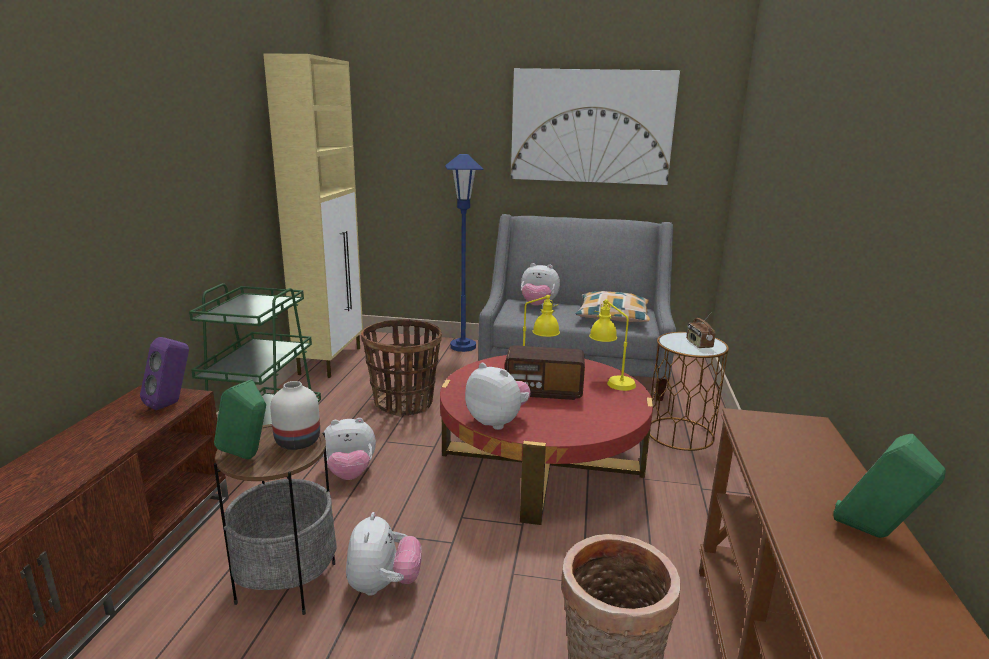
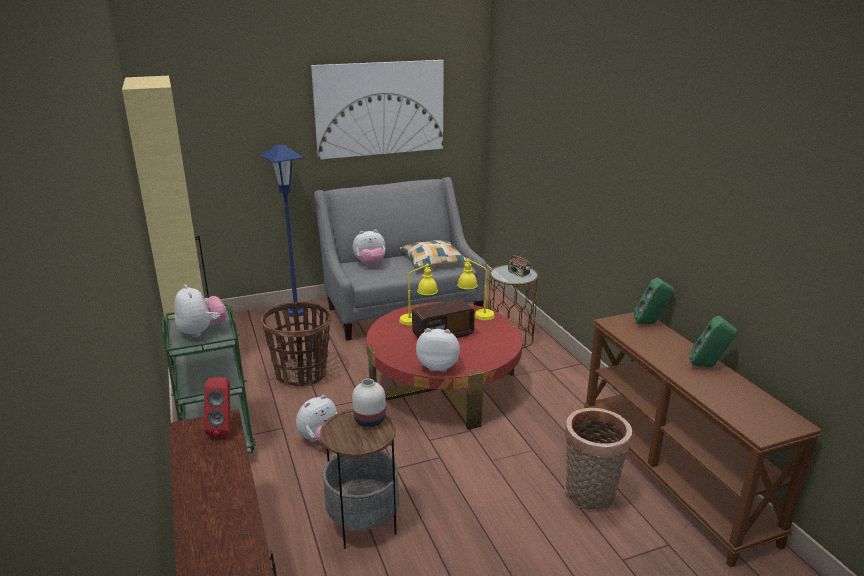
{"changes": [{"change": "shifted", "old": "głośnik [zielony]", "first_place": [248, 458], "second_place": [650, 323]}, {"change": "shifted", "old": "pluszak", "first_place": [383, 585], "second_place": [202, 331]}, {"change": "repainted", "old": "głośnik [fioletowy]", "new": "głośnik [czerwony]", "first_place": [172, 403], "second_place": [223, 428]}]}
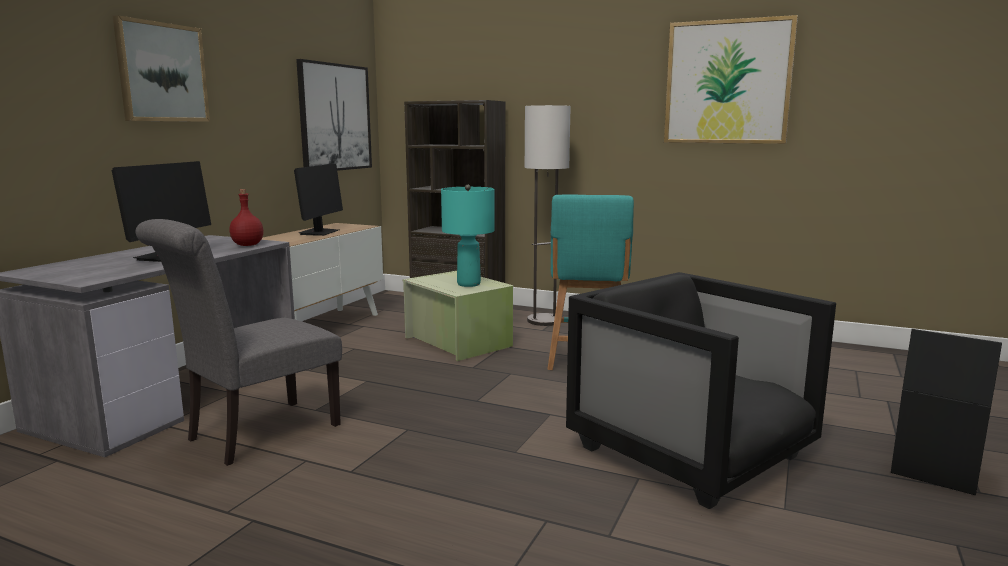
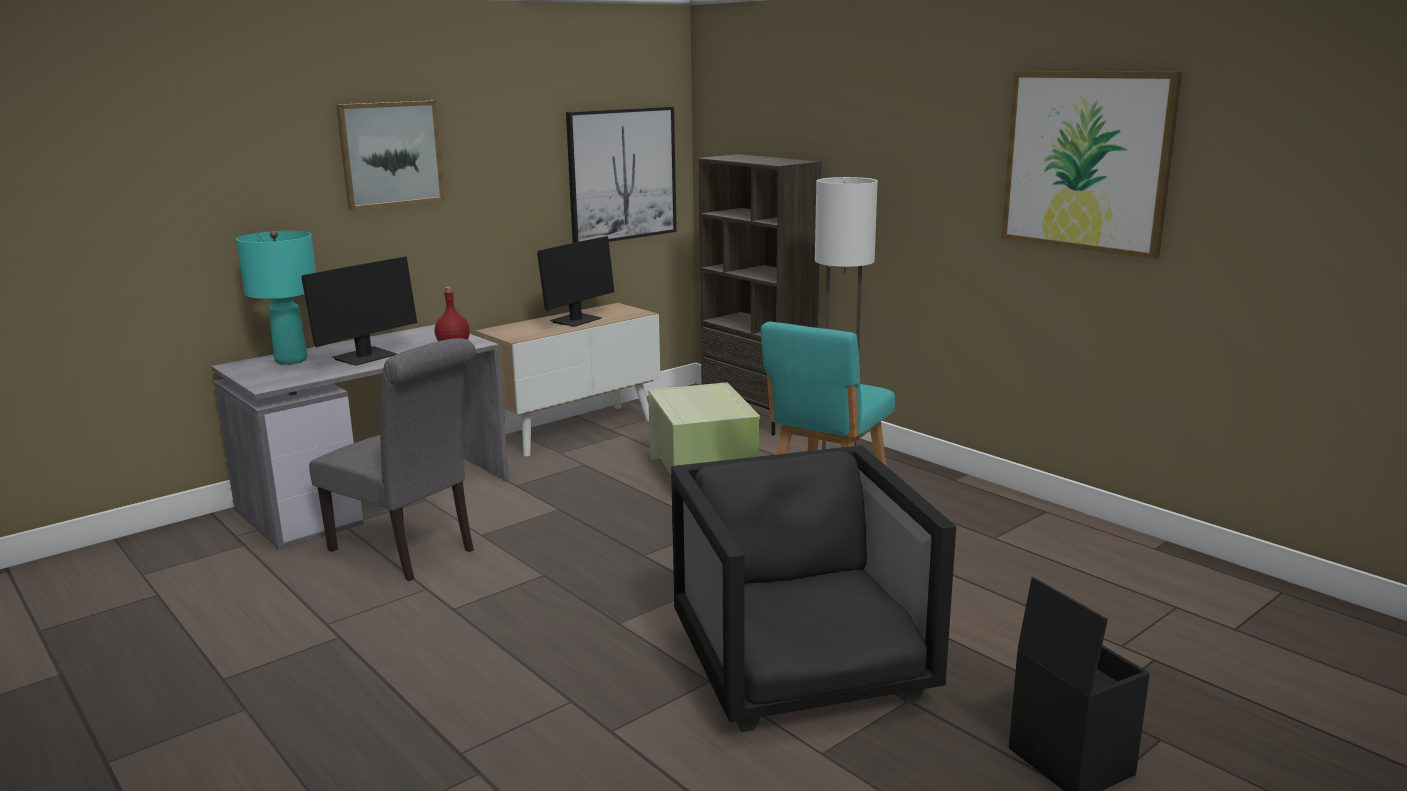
{"changes": [{"change": "shifted", "old": "lampa stołowa [turkusowy]", "first_place": [469, 284], "second_place": [291, 360]}, {"change": "rotated", "old": "krzesło [szary]", "first_place": [255, 434], "second_place": [408, 551], "degrees": -120}]}
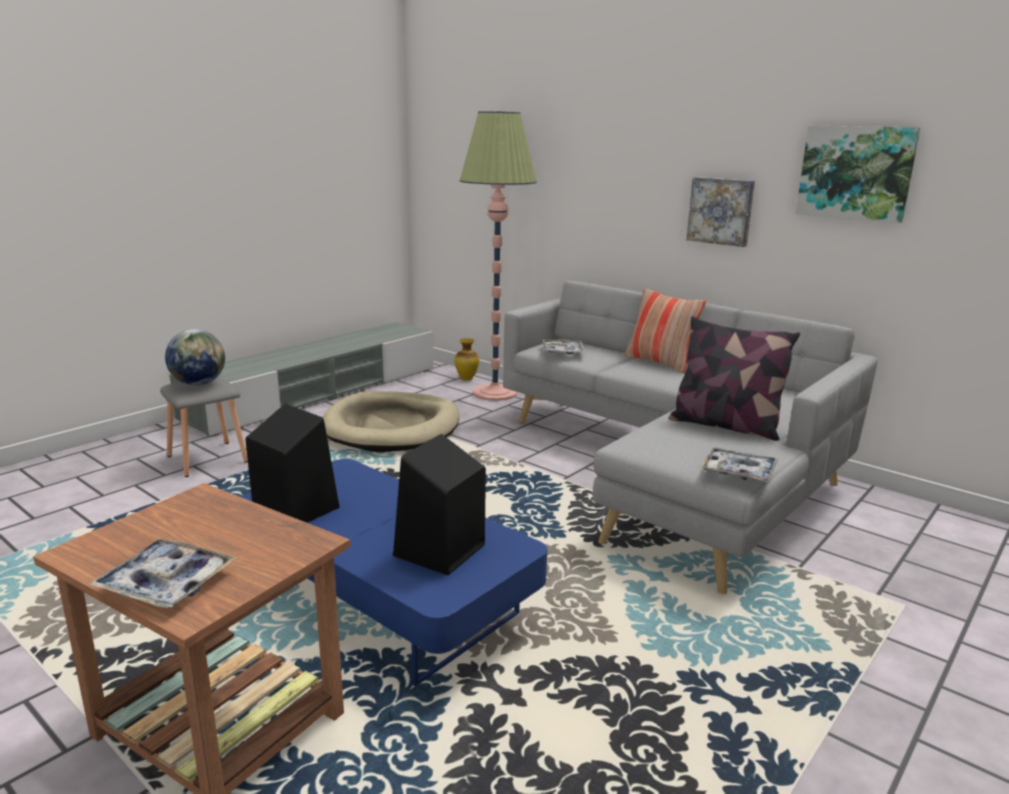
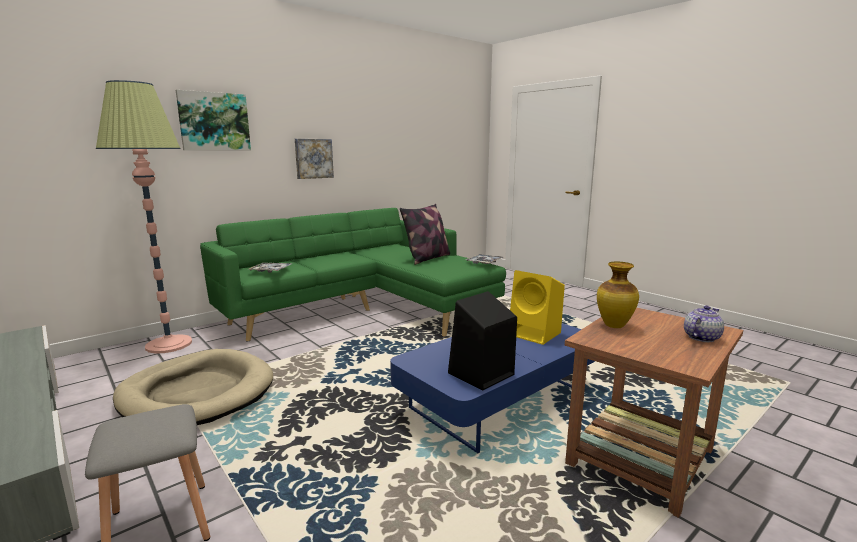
{"changes": [{"change": "gone", "old": "globus", "first_place": [199, 384]}, {"change": "gone", "old": "poduszka", "first_place": [660, 362]}, {"change": "shifted", "old": "wazon", "first_place": [466, 379], "second_place": [614, 326]}, {"change": "shifted", "old": "obraz", "first_place": [855, 173], "second_place": [214, 121]}, {"change": "swapped", "old": "taca", "new": "imbryk", "first_place": [166, 583], "second_place": [701, 337]}, {"change": "repainted", "old": "głośnik [czarny]", "new": "głośnik [żółty]", "first_place": [438, 551], "second_place": [535, 334]}, {"change": "repainted", "old": "kanapa [szary]", "new": "kanapa [zielony]", "first_place": [673, 472], "second_place": [368, 310]}]}
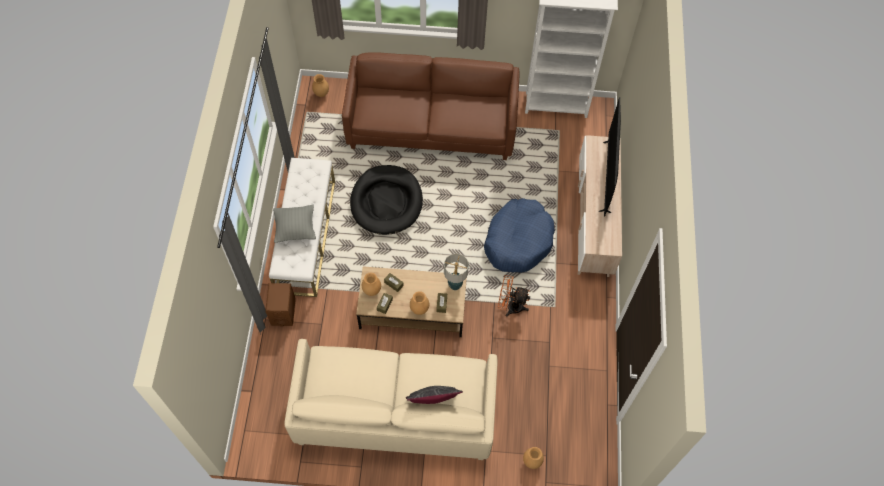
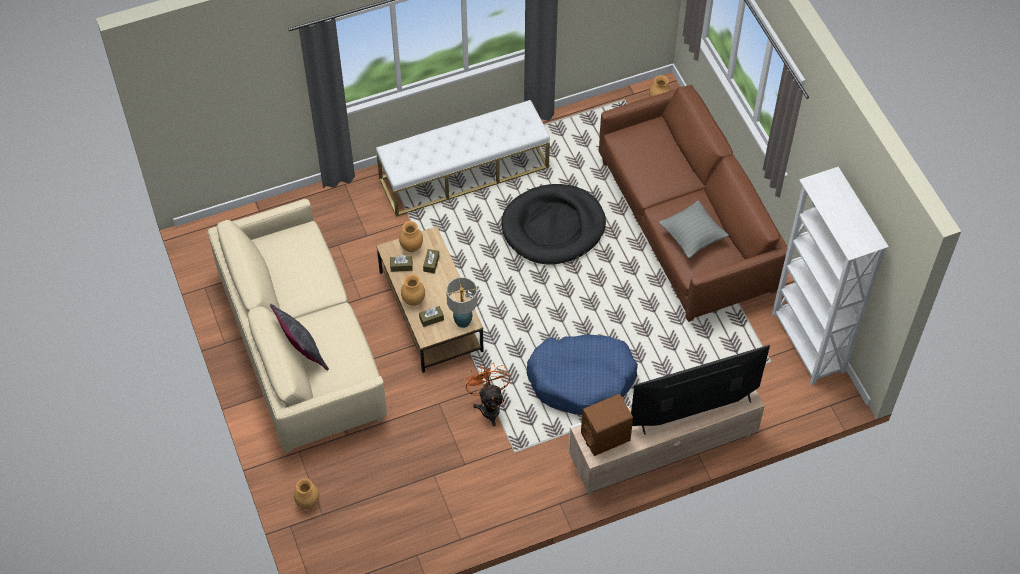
{"changes": [{"change": "shifted", "old": "głośnik [brązowy]", "first_place": [283, 312], "second_place": [605, 437]}, {"change": "shifted", "old": "poduszka [szary]", "first_place": [295, 229], "second_place": [692, 237]}]}
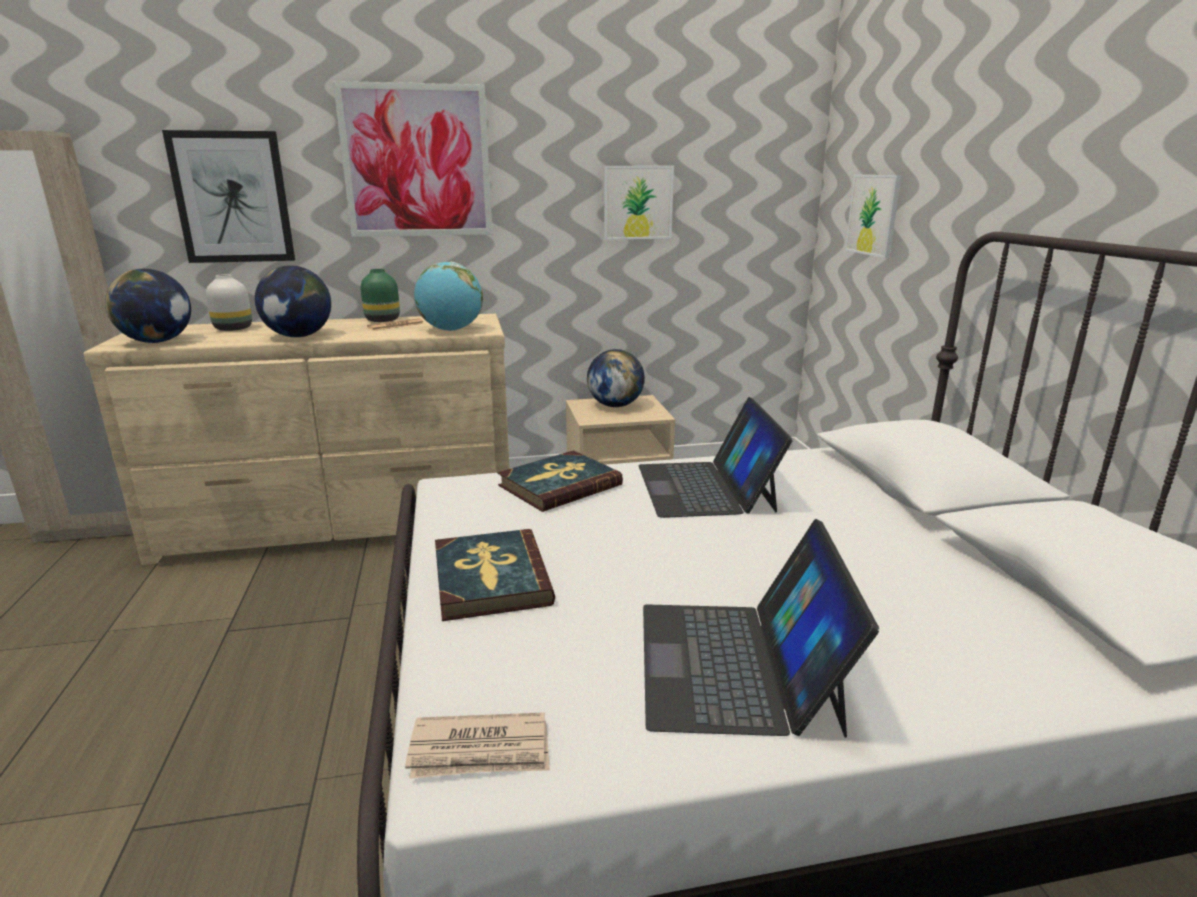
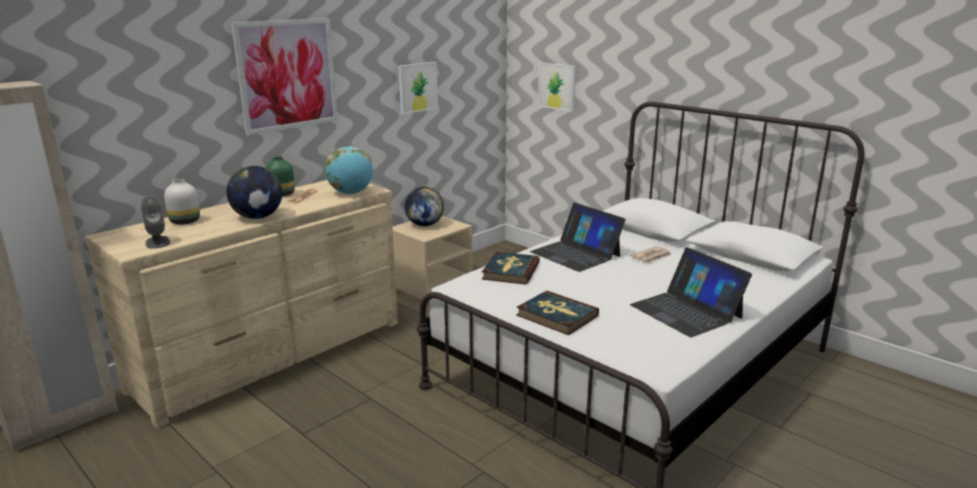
{"changes": [{"change": "gone", "old": "obraz", "first_place": [232, 198]}, {"change": "shifted", "old": "gazeta", "first_place": [481, 751], "second_place": [652, 257]}, {"change": "swapped", "old": "globus", "new": "głośnik [szary]", "first_place": [157, 341], "second_place": [157, 242]}]}
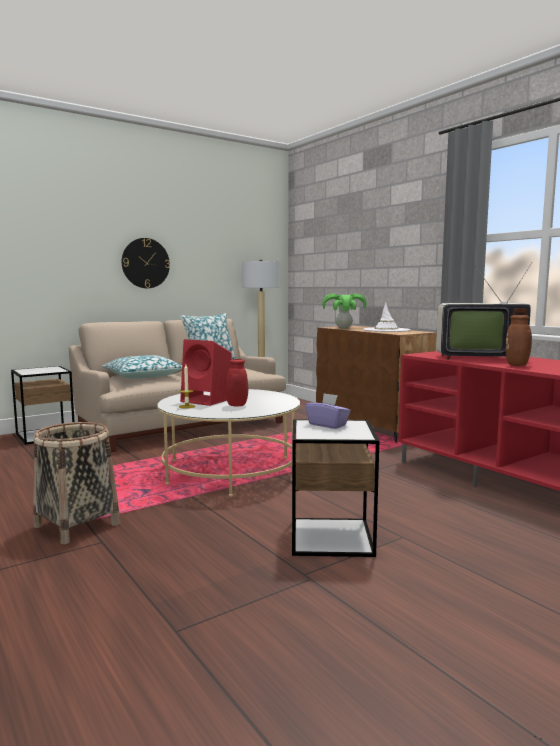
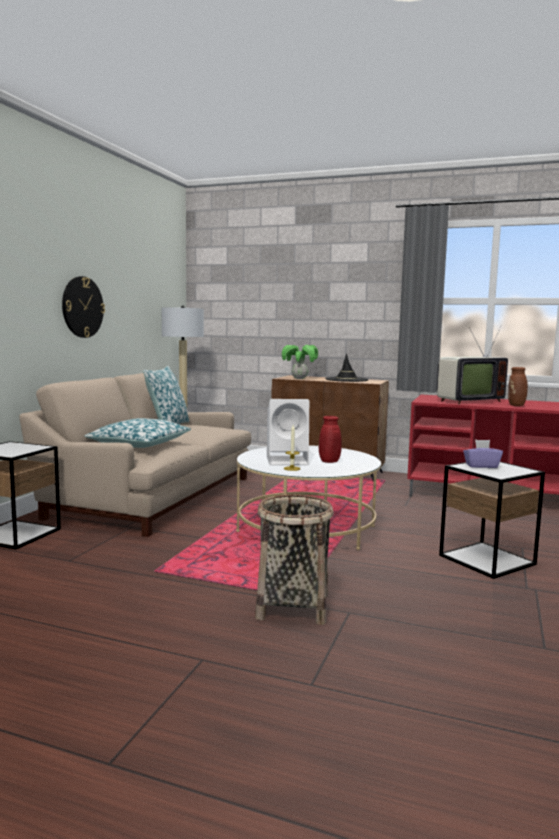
{"changes": [{"change": "repainted", "old": "głośnik [czerwony]", "new": "głośnik [biały]", "first_place": [207, 400], "second_place": [288, 460]}, {"change": "repainted", "old": "kapelusz [biały]", "new": "kapelusz [czarny]", "first_place": [386, 330], "second_place": [346, 380]}]}
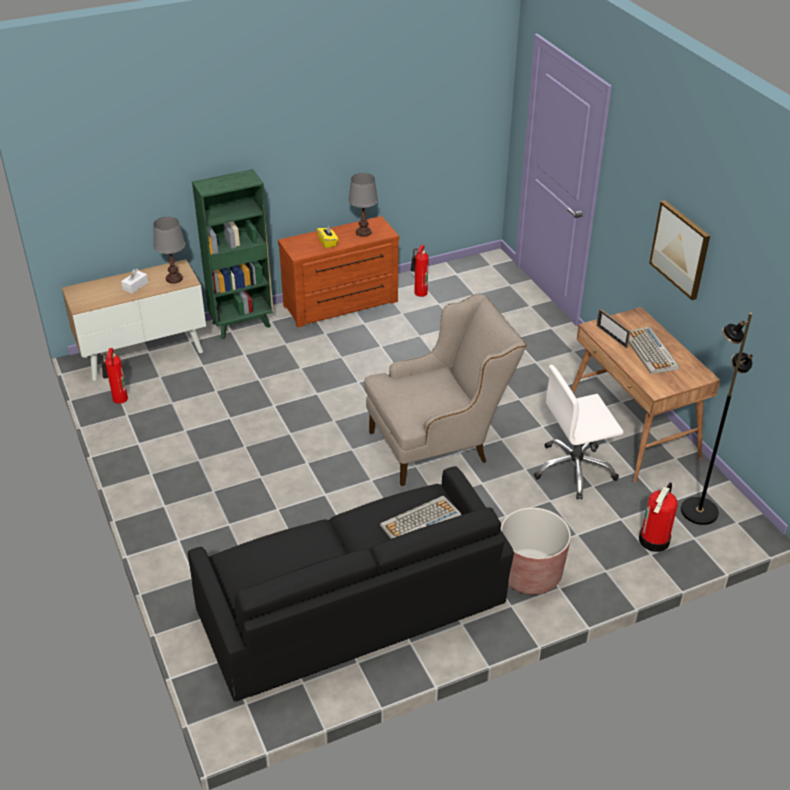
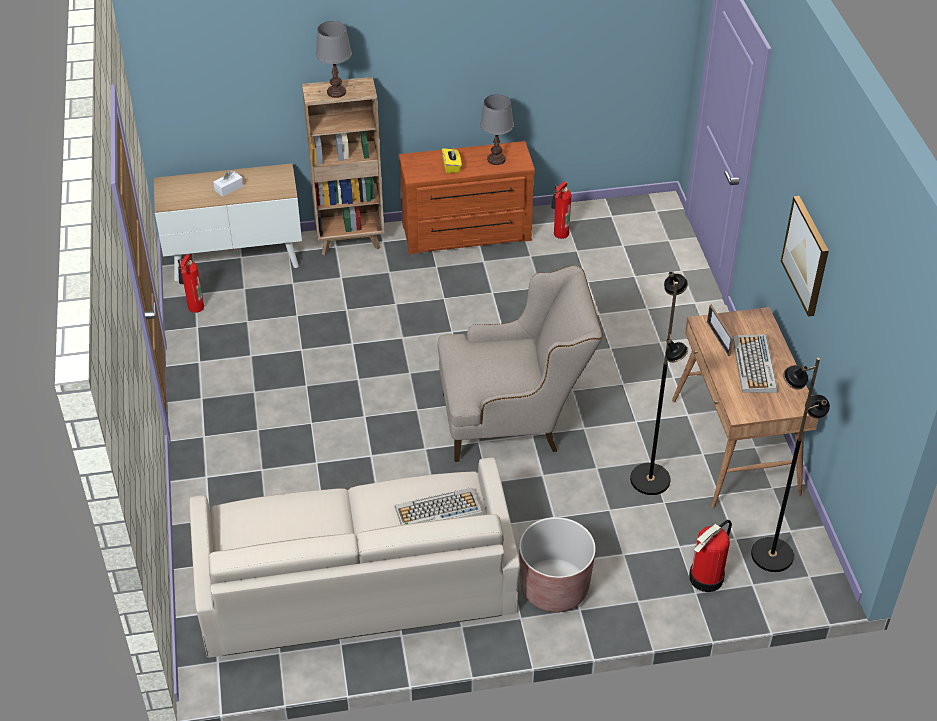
{"changes": [{"change": "shifted", "old": "lampa stołowa [szary]", "first_place": [174, 279], "second_place": [336, 92]}, {"change": "swapped", "old": "krzesło biurowe [biały]", "new": "lampa stojąca [czarny]", "first_place": [574, 470], "second_place": [651, 479]}, {"change": "repainted", "old": "kanapa [czarny]", "new": "kanapa [beżowy]", "first_place": [352, 607], "second_place": [355, 585]}, {"change": "repainted", "old": "regał [zielony]", "new": "regał [brązowy]", "first_place": [242, 324], "second_place": [350, 241]}]}
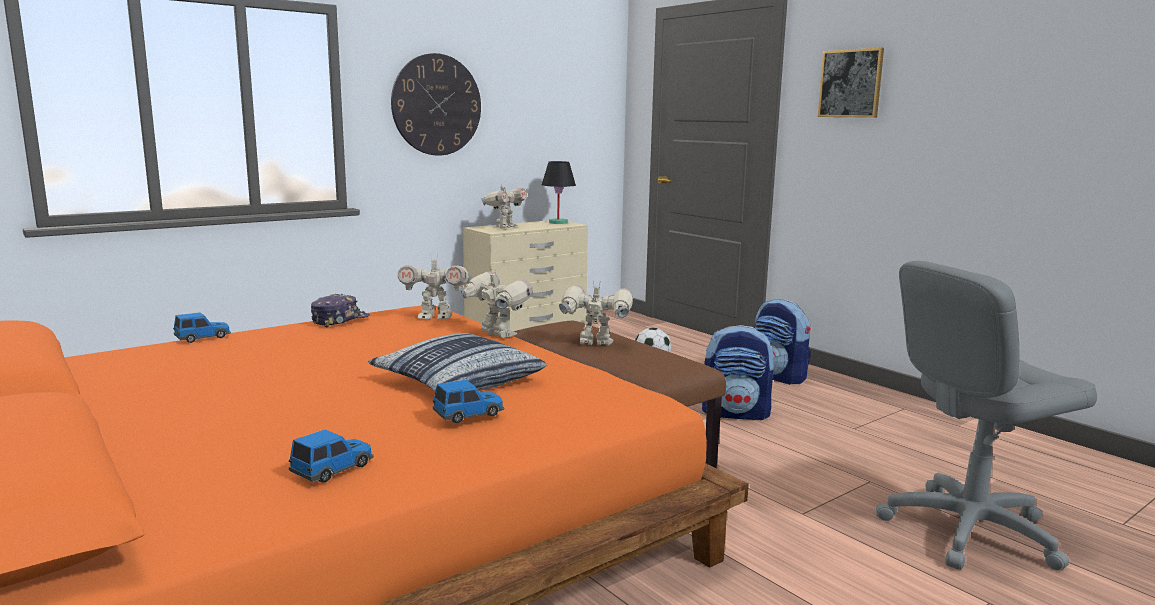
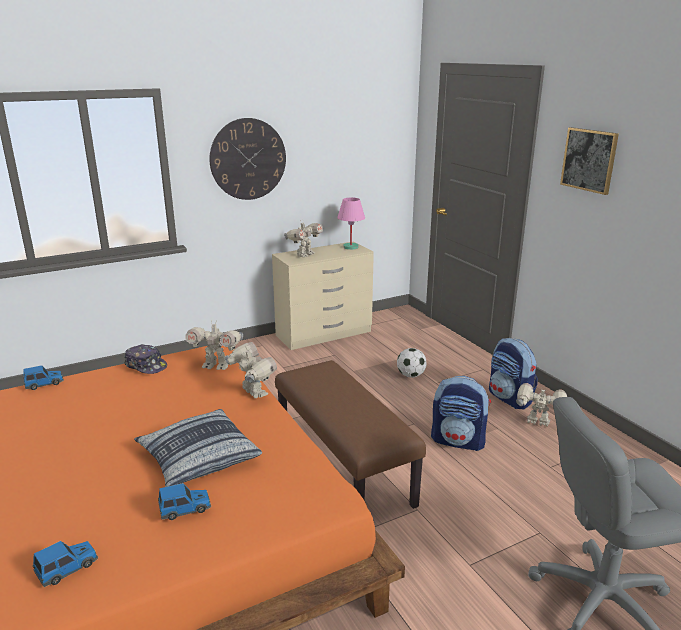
{"changes": [{"change": "shifted", "old": "robot zabawkowy", "first_place": [595, 344], "second_place": [537, 423]}, {"change": "repainted", "old": "lampa stołowa [czarny]", "new": "lampa stołowa [różowy]", "first_place": [558, 222], "second_place": [351, 247]}, {"change": "rotated", "old": "czapka z daszkiem", "first_place": [340, 320], "second_place": [146, 365], "degrees": 75}]}
